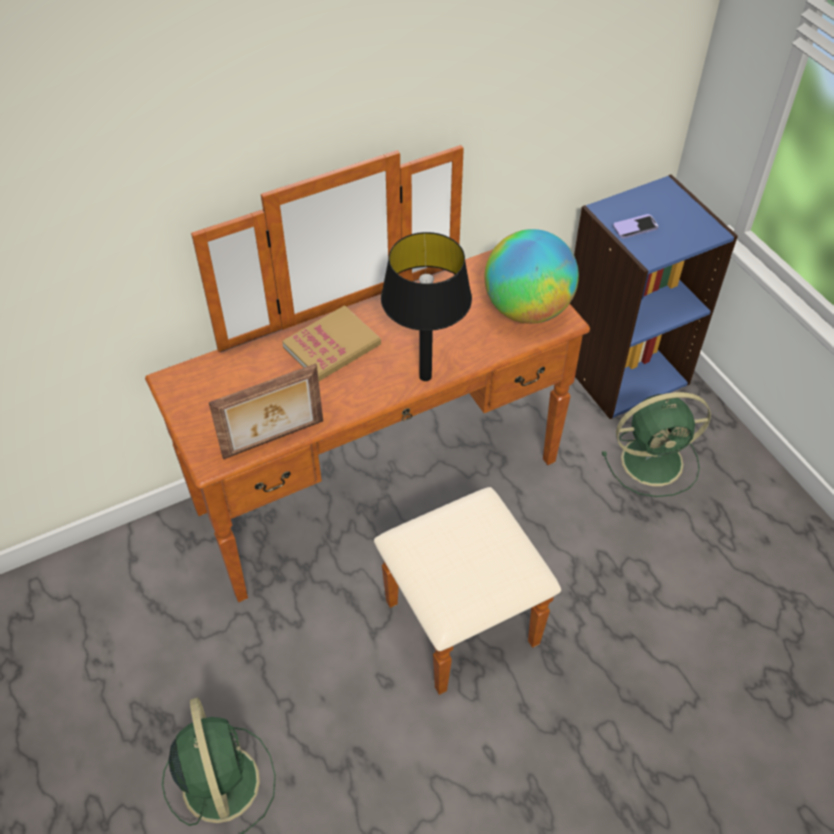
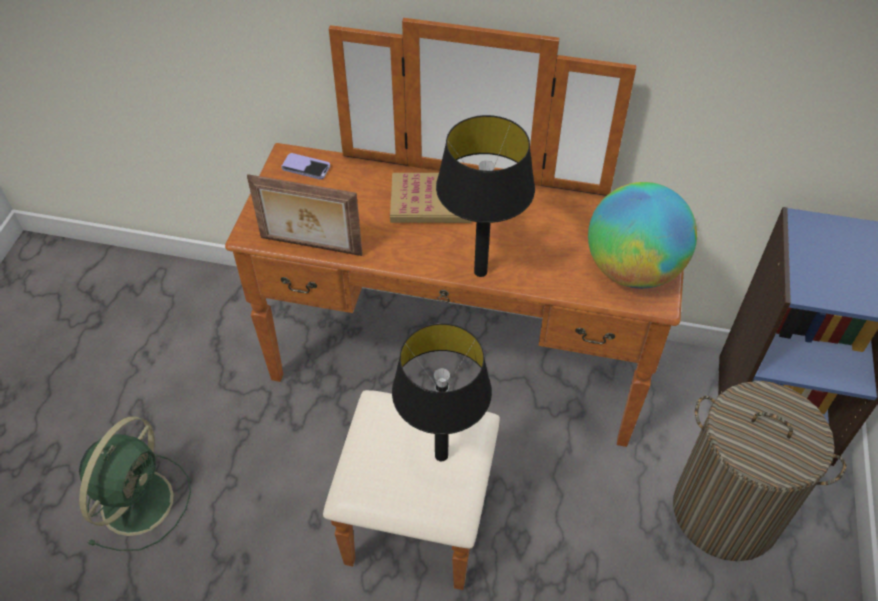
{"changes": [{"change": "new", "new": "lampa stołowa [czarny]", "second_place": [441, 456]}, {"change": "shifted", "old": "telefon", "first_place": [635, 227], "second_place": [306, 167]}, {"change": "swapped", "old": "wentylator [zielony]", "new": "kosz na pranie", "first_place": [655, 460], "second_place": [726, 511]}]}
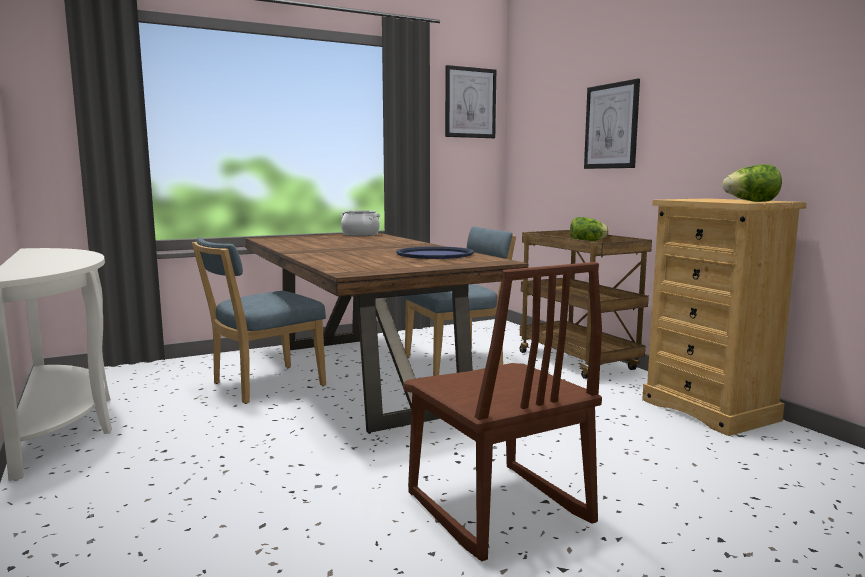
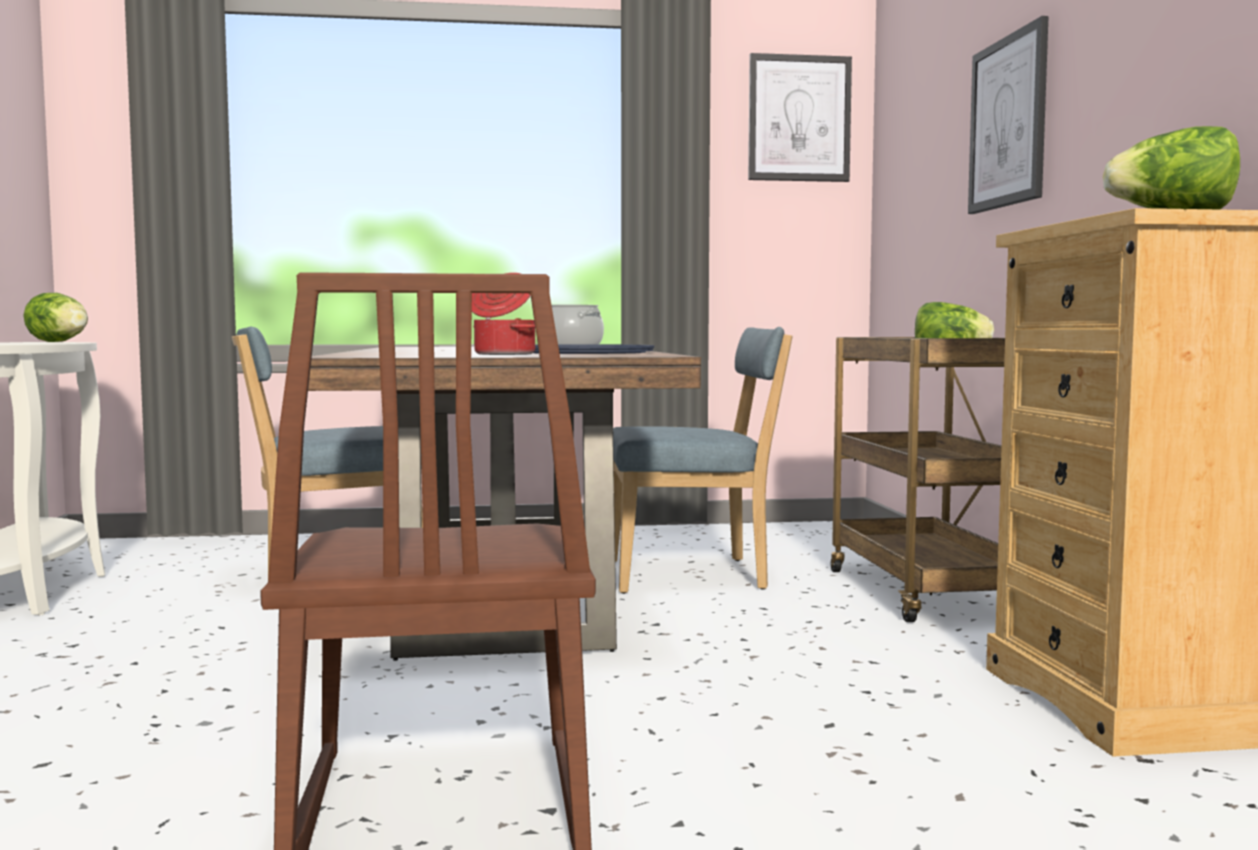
{"changes": [{"change": "new", "new": "sałata", "second_place": [60, 342]}, {"change": "new", "new": "garnek", "second_place": [503, 354]}]}
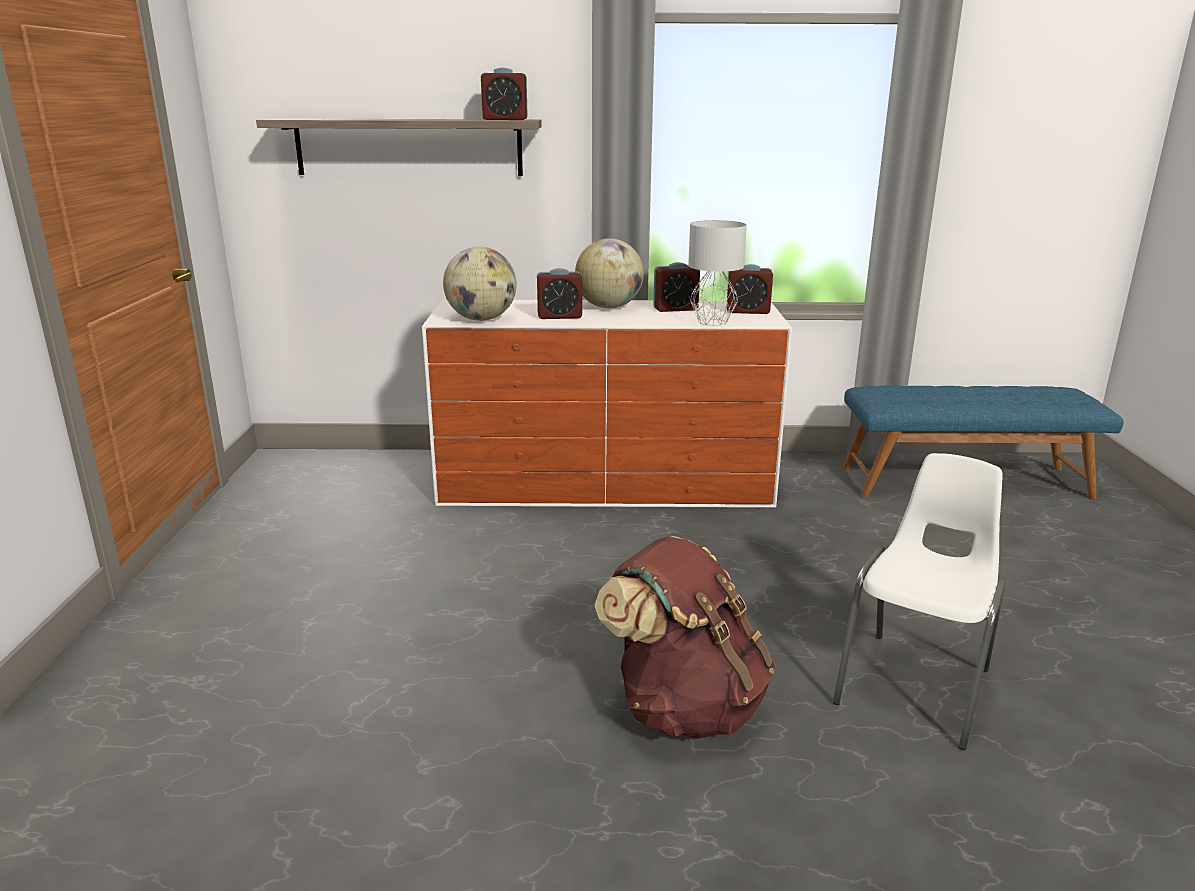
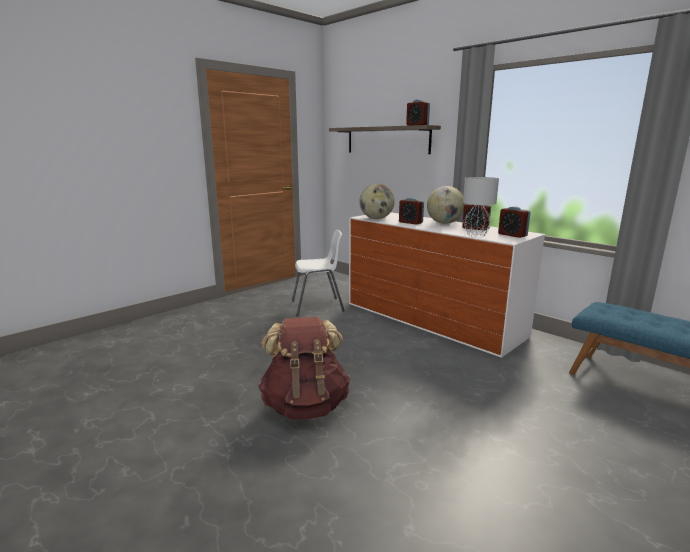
{"changes": [{"change": "shifted", "old": "krzesło [biały]", "first_place": [916, 687], "second_place": [318, 306]}]}
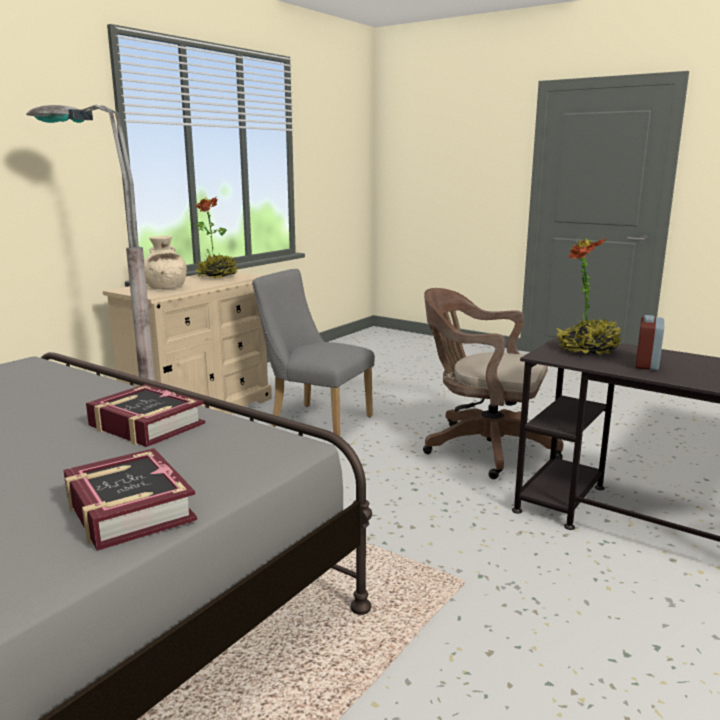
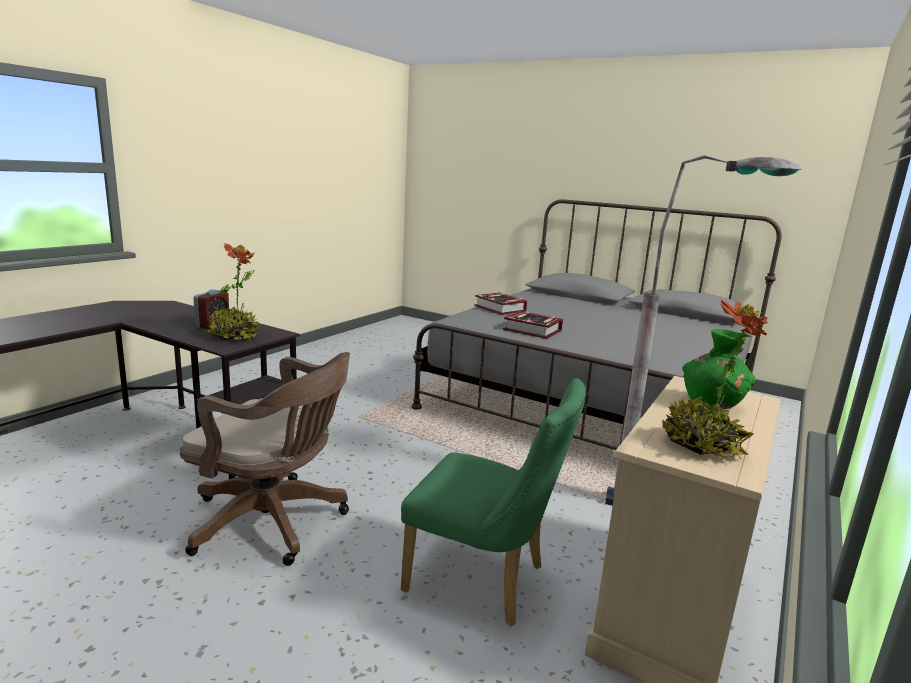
{"changes": [{"change": "repainted", "old": "wazon [beżowy]", "new": "wazon [zielony]", "first_place": [165, 287], "second_place": [712, 404]}, {"change": "repainted", "old": "krzesło [szary]", "new": "krzesło [zielony]", "first_place": [315, 420], "second_place": [485, 581]}]}
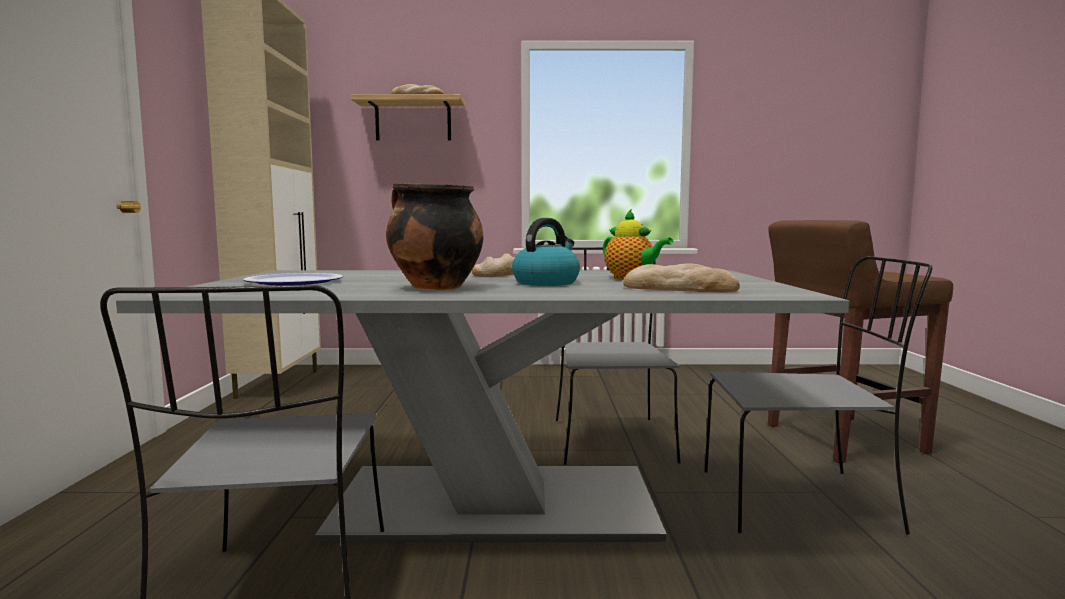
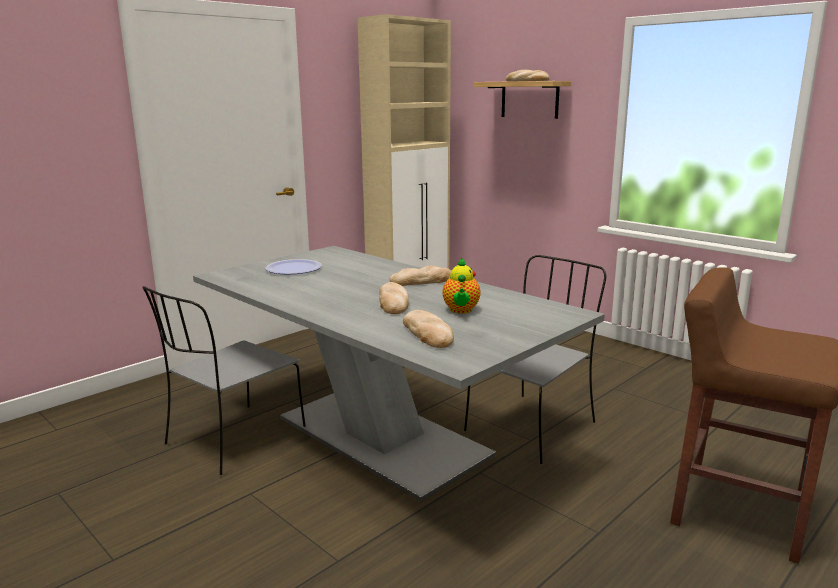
{"changes": [{"change": "gone", "old": "garnek", "first_place": [433, 287]}, {"change": "gone", "old": "krzesło [szary]", "first_place": [800, 500]}, {"change": "swapped", "old": "czajnik", "new": "chleb", "first_place": [546, 282], "second_place": [394, 302]}]}
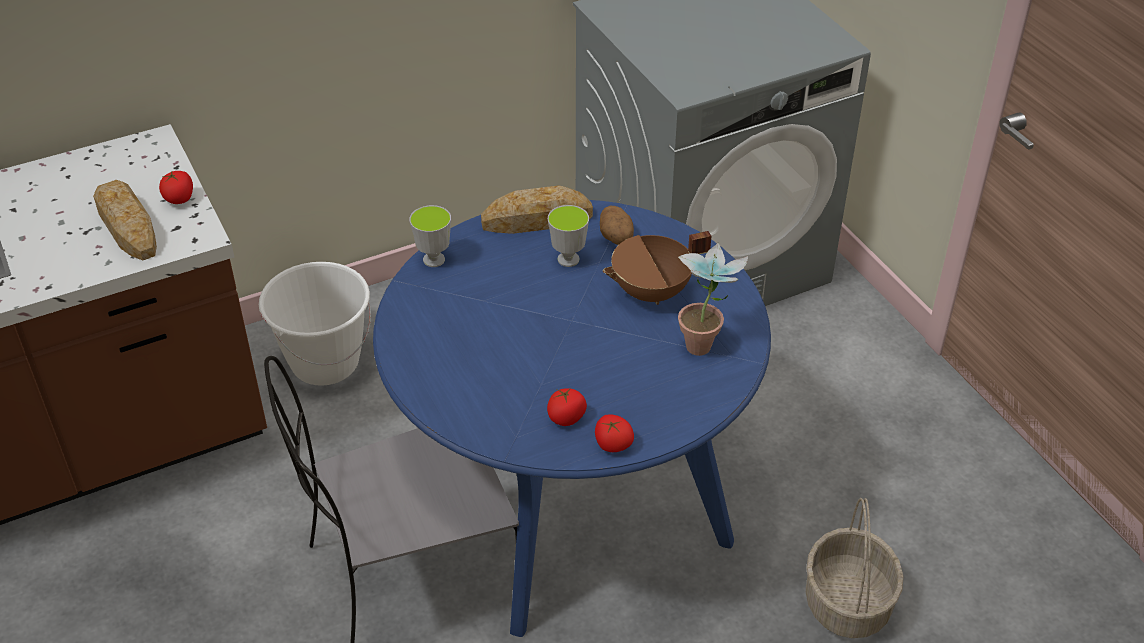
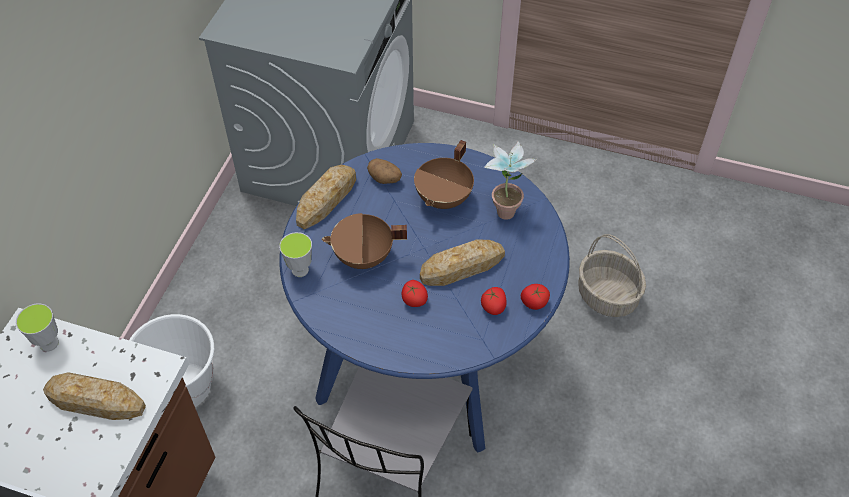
{"changes": [{"change": "new", "new": "garnek [brązowy]", "second_place": [363, 257]}, {"change": "new", "new": "chleb", "second_place": [462, 267]}, {"change": "shifted", "old": "pomidor", "first_place": [179, 199], "second_place": [414, 300]}, {"change": "shifted", "old": "filiżanka", "first_place": [568, 259], "second_place": [49, 343]}]}
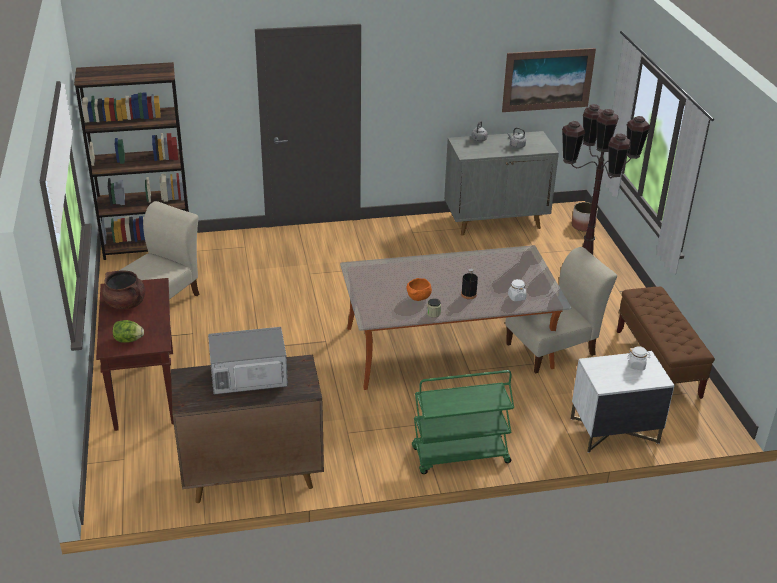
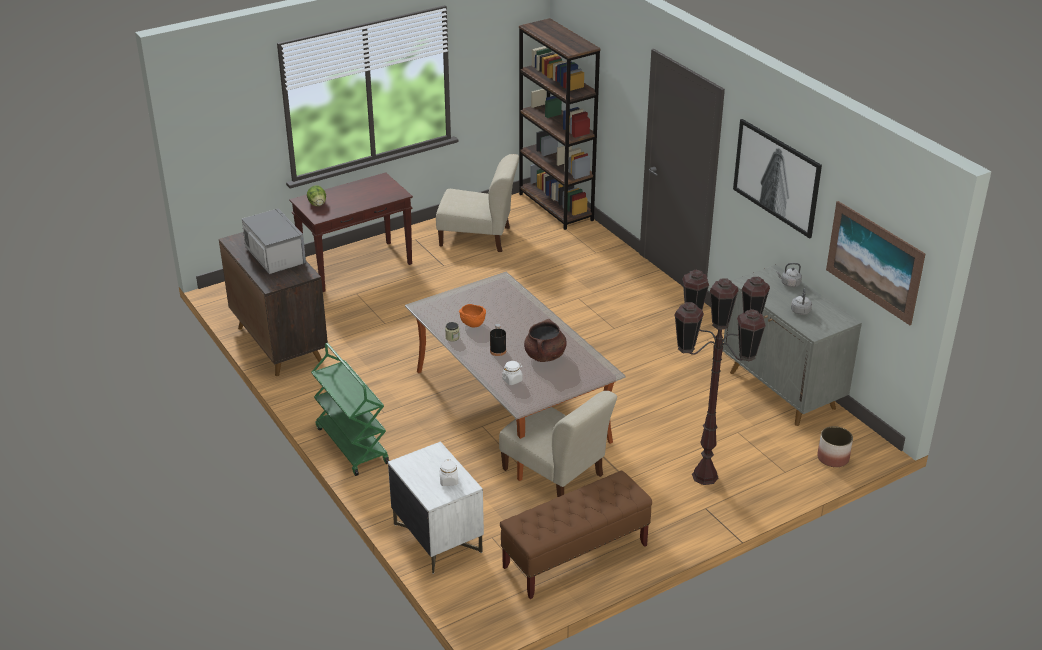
{"changes": [{"change": "new", "new": "obraz", "second_place": [776, 177]}, {"change": "shifted", "old": "garnek [brązowy]", "first_place": [125, 303], "second_place": [545, 356]}]}
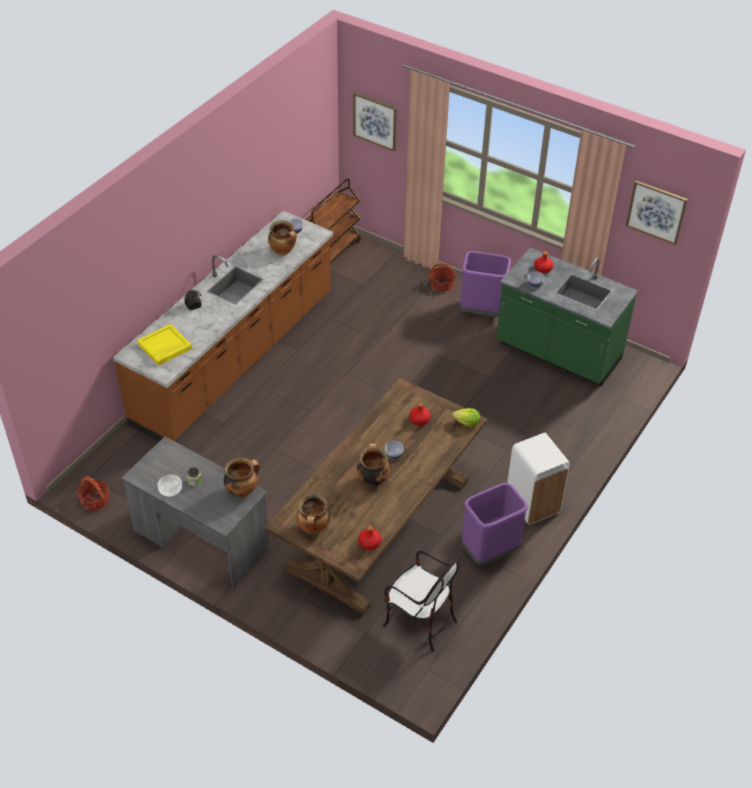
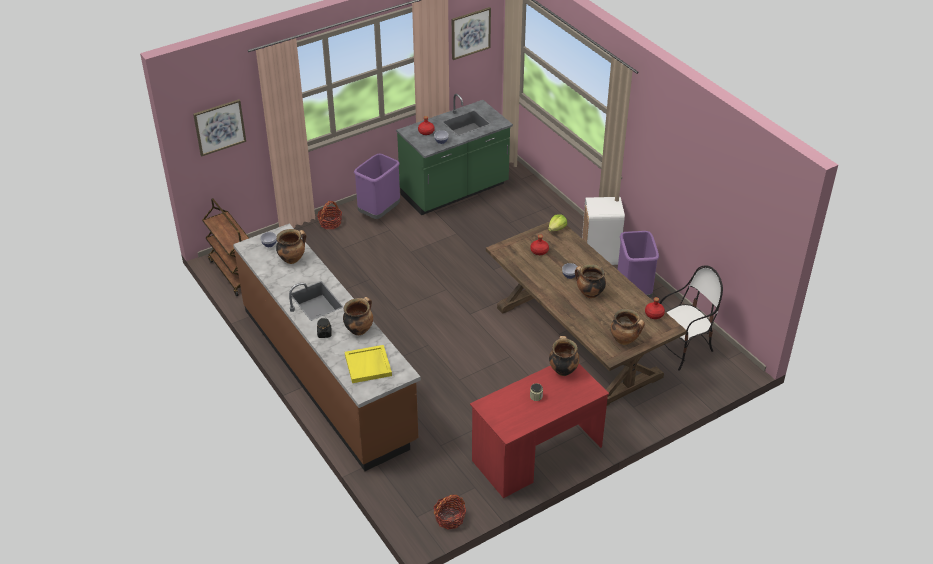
{"changes": [{"change": "gone", "old": "miska", "first_place": [170, 490]}, {"change": "new", "new": "garnek", "second_place": [359, 329]}, {"change": "repainted", "old": "biurko [szary]", "new": "biurko [czerwony]", "first_place": [201, 539], "second_place": [537, 454]}]}
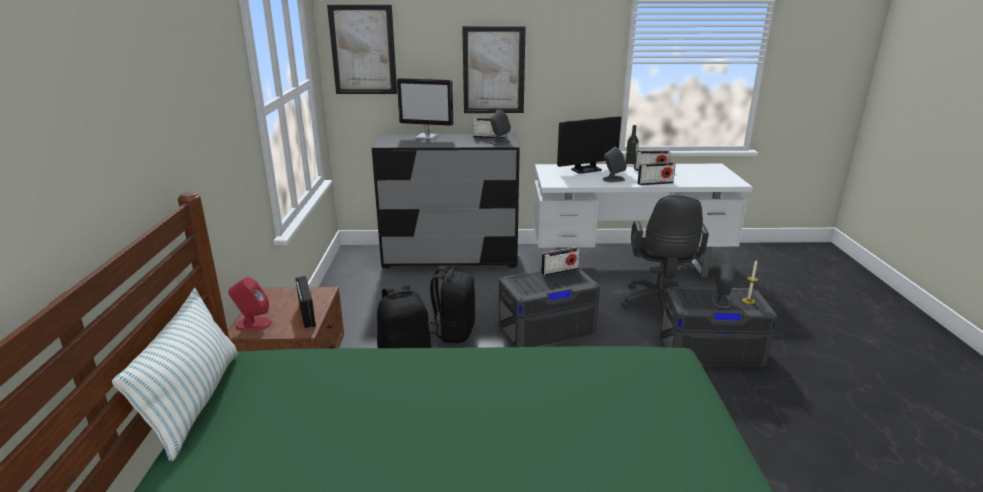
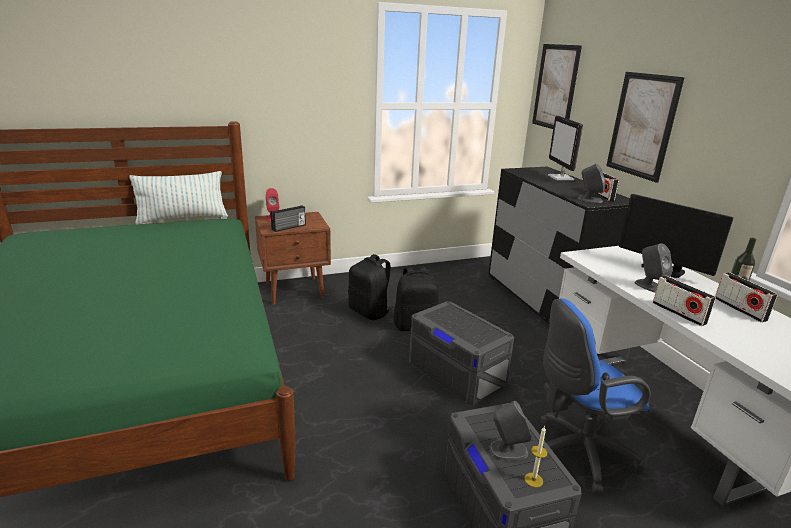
{"changes": [{"change": "gone", "old": "radio", "first_place": [560, 271]}, {"change": "repainted", "old": "krzesło biurowe [czarny]", "new": "krzesło biurowe [niebieski]", "first_place": [658, 305], "second_place": [576, 452]}]}
